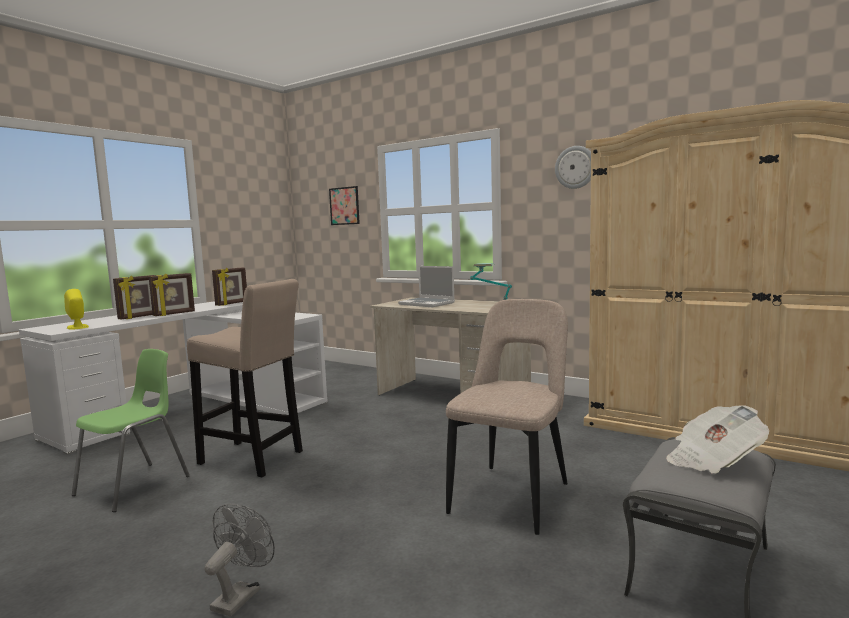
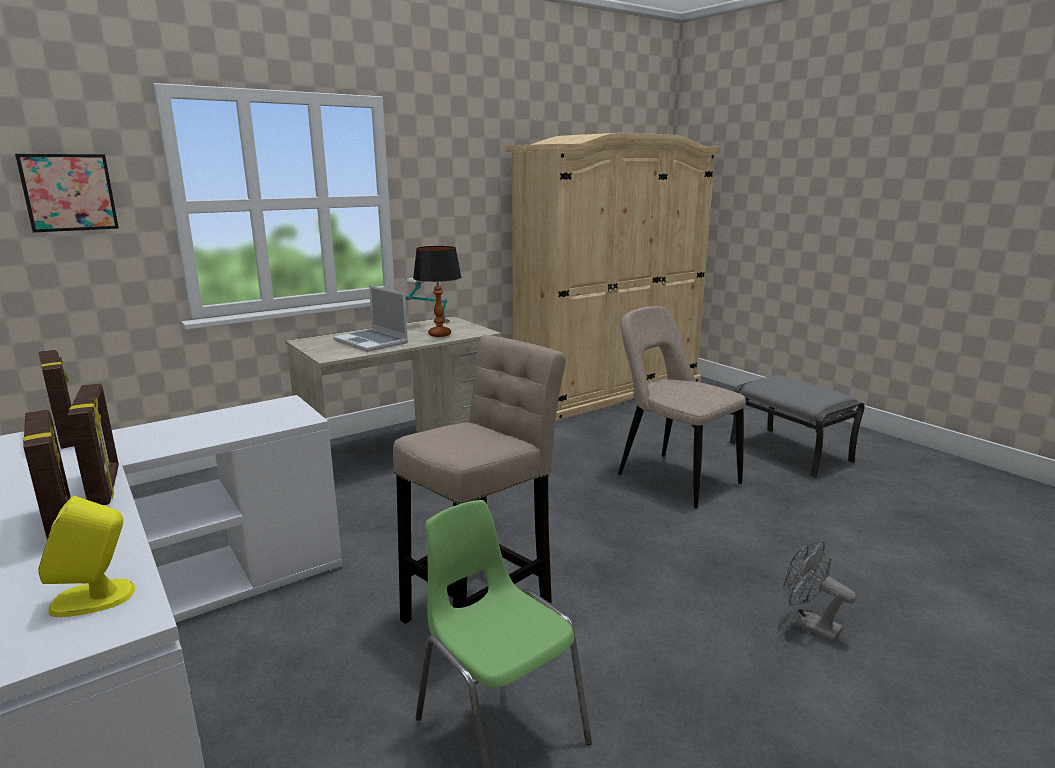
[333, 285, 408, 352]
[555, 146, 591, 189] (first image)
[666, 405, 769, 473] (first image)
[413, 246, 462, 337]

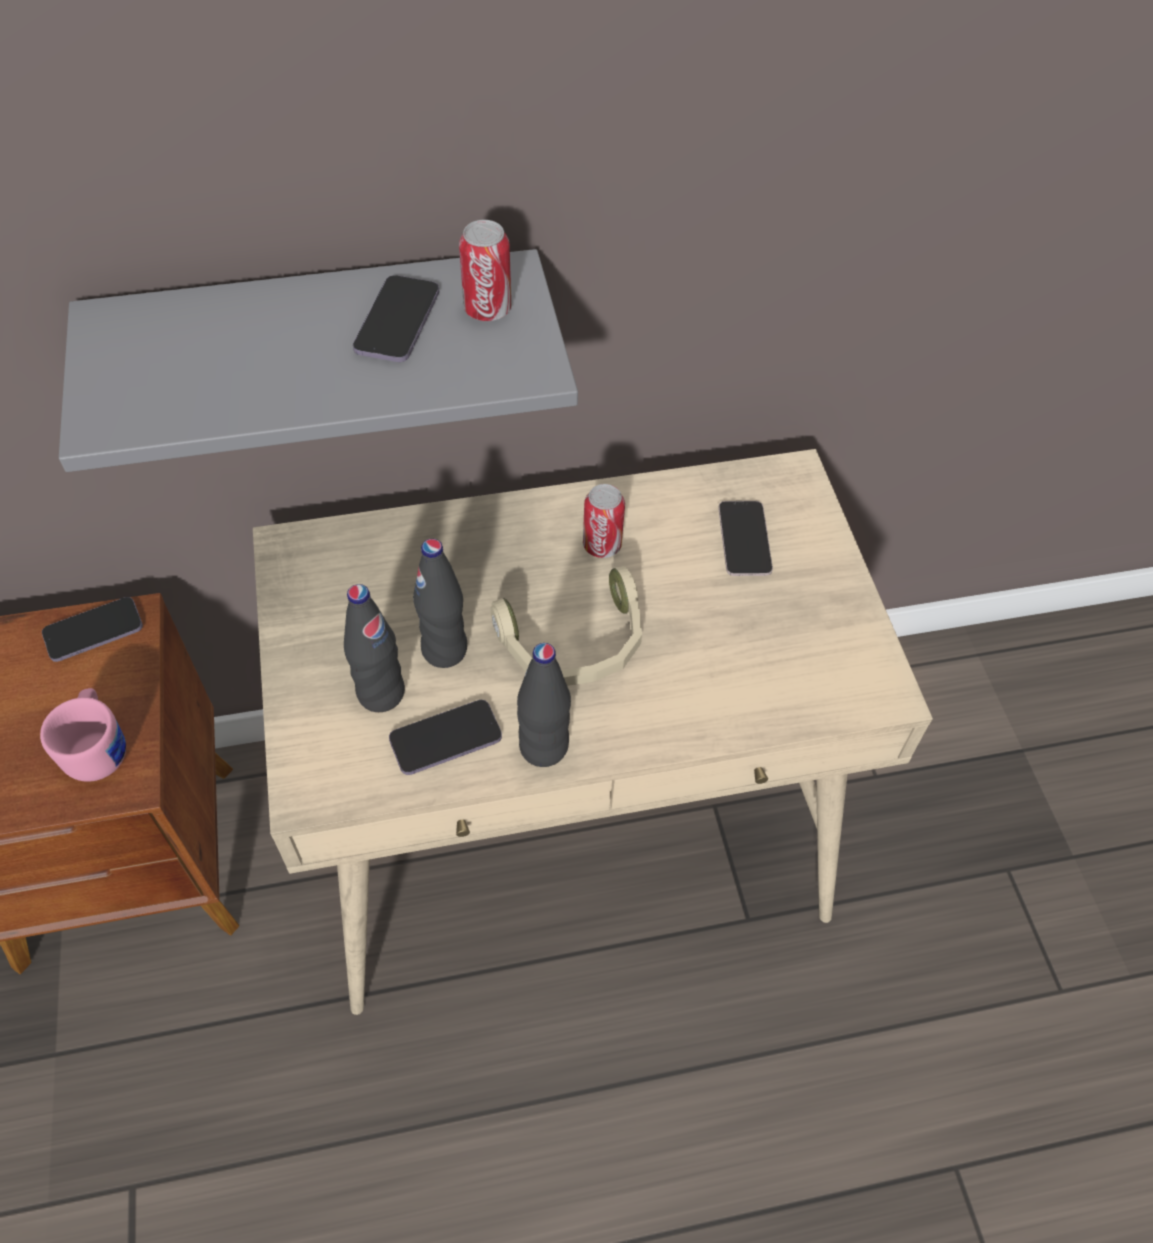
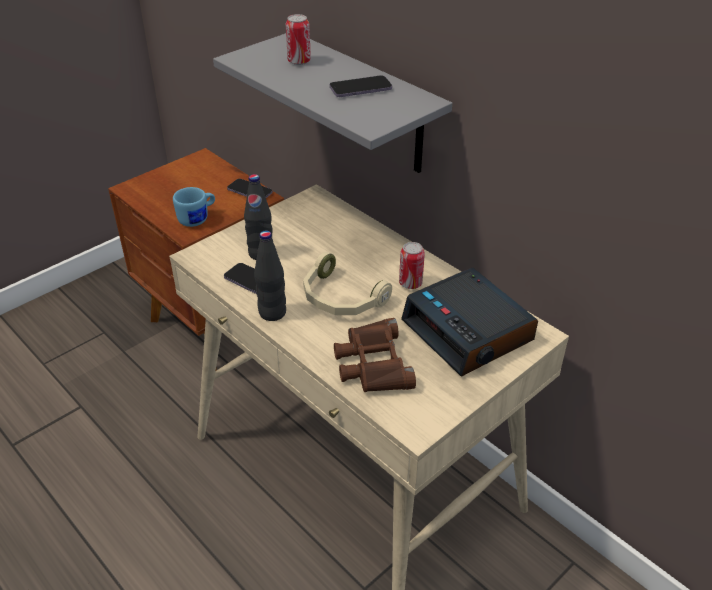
[173, 187, 215, 227]
[413, 539, 467, 668] (first image)
[286, 14, 311, 65]
[401, 268, 538, 377]
[334, 318, 416, 392]

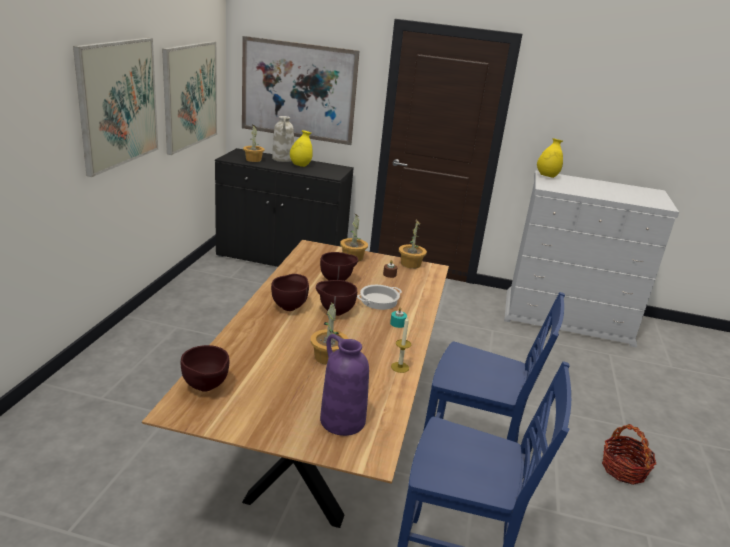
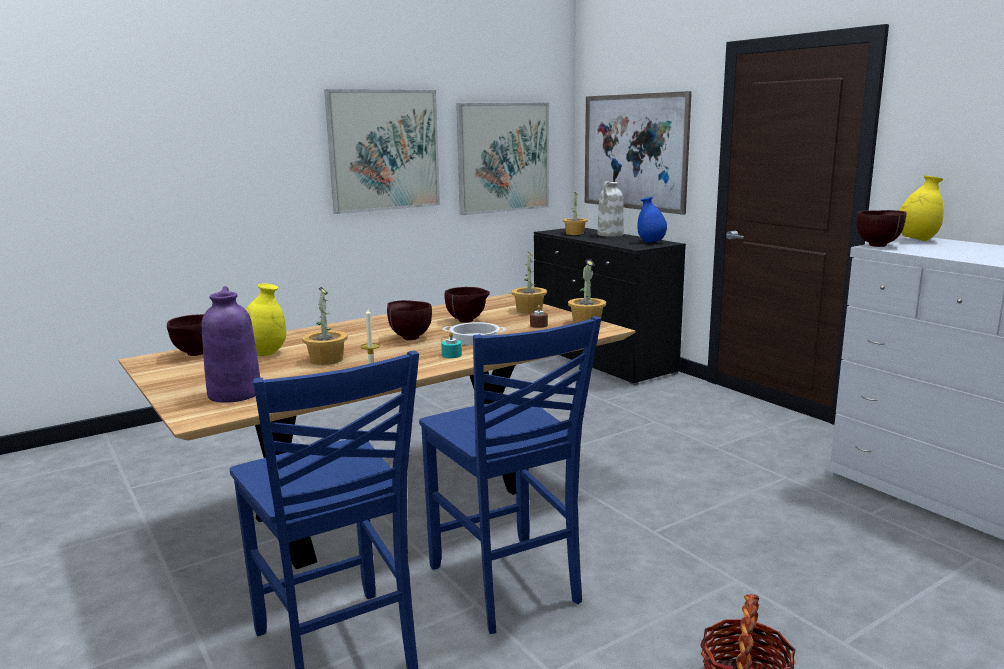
[857, 210, 906, 247]
[246, 283, 286, 356]
[638, 197, 667, 243]

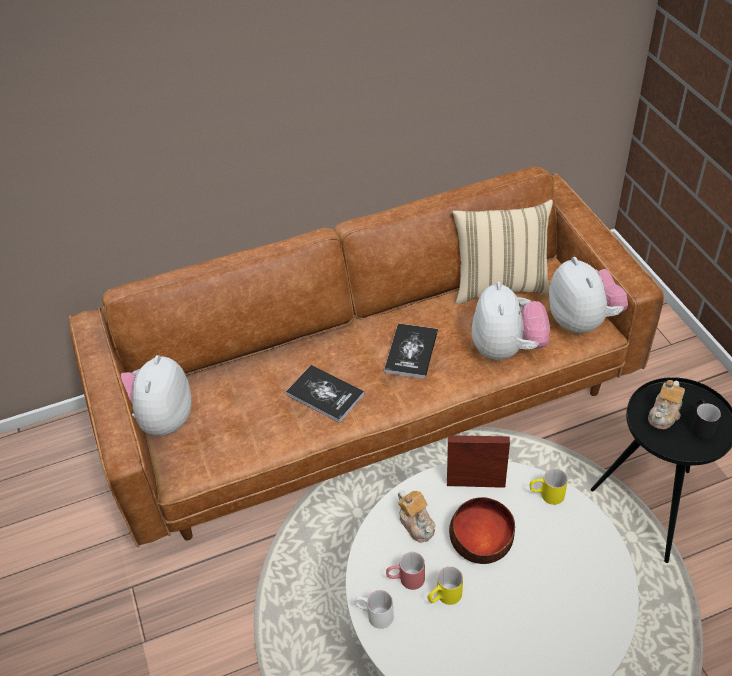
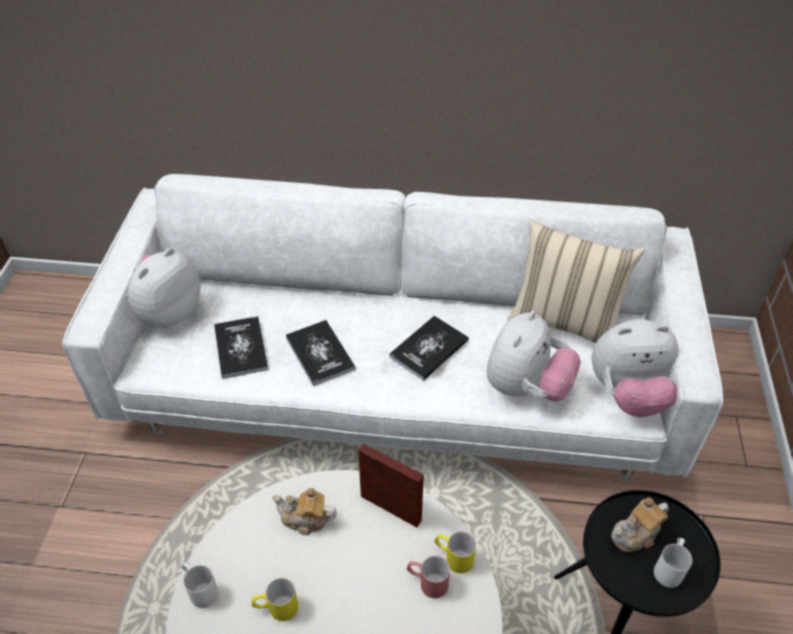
[62, 174, 723, 481]
[407, 556, 450, 598]
[272, 488, 337, 535]
[449, 497, 515, 564] (first image)
[591, 319, 679, 417]
[654, 538, 692, 588]
[214, 316, 268, 379]

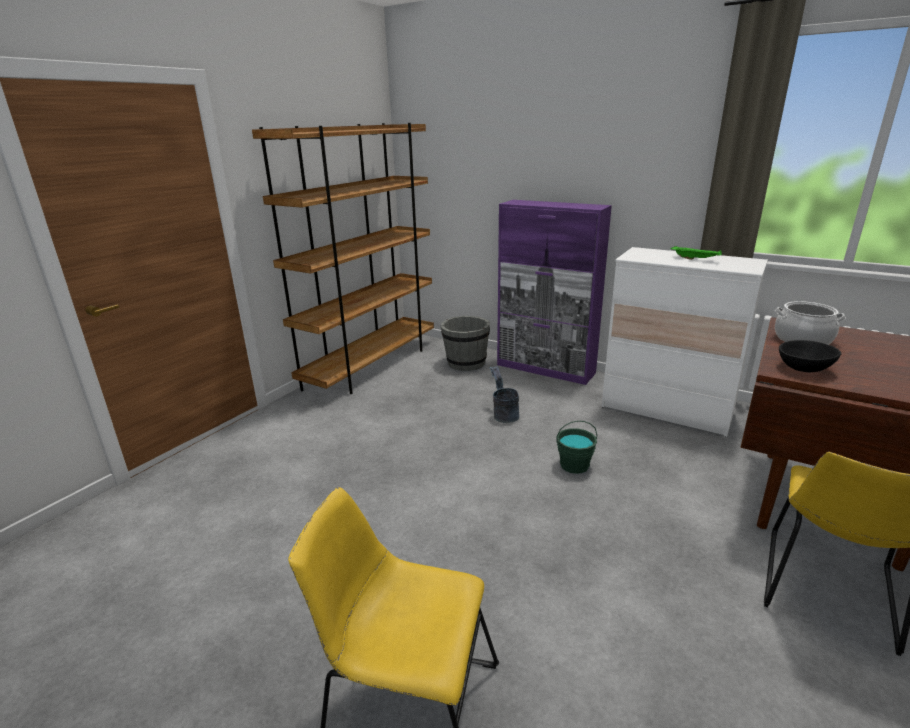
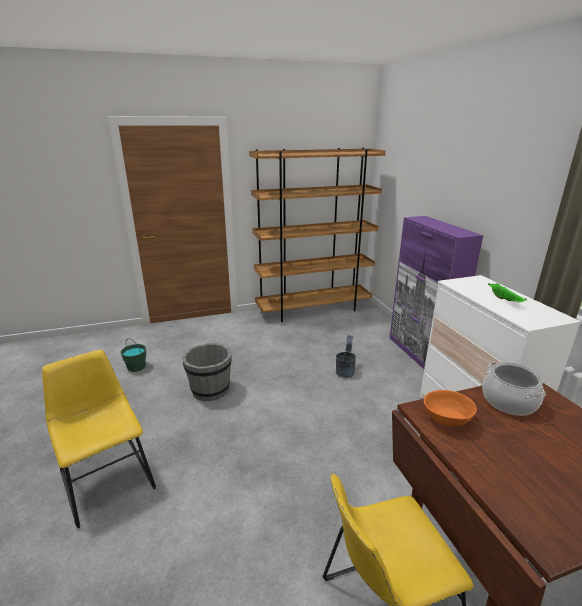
[182, 343, 232, 401]
[120, 338, 146, 372]
[424, 390, 477, 426]

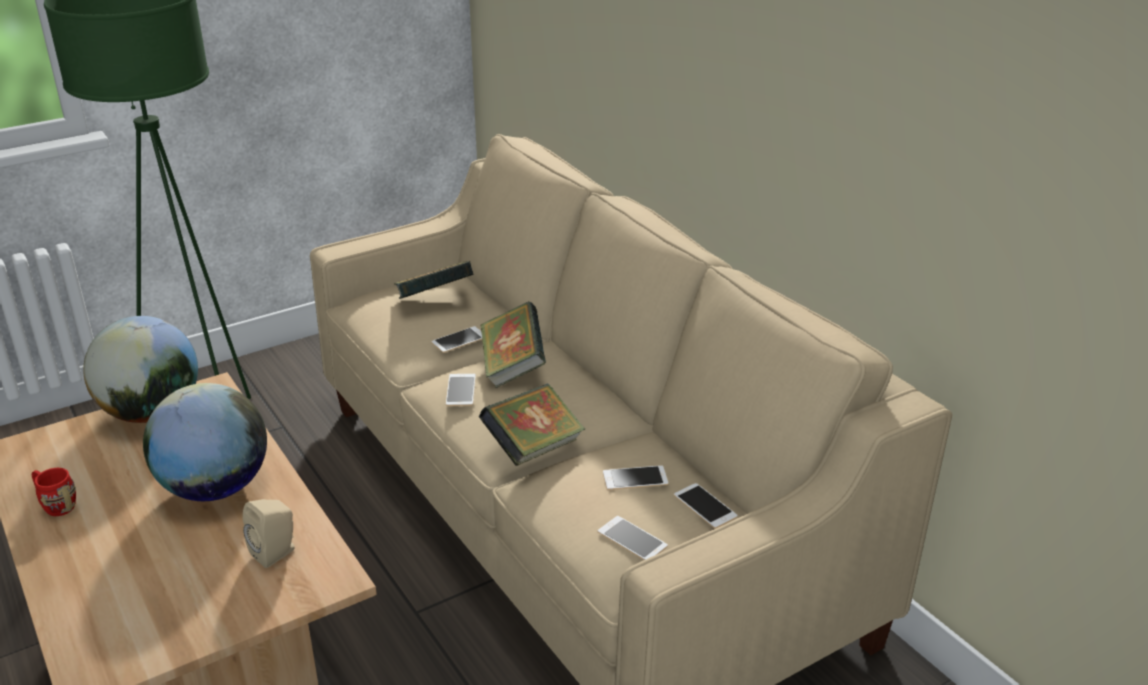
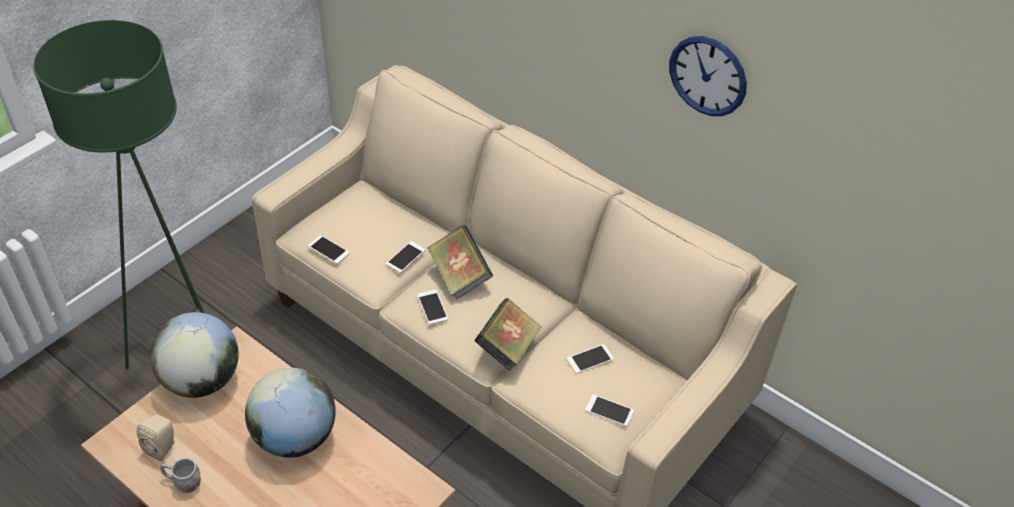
[160, 458, 201, 493]
[136, 415, 175, 461]
[394, 261, 473, 299] (first image)
[308, 235, 350, 264]
[669, 36, 747, 116]

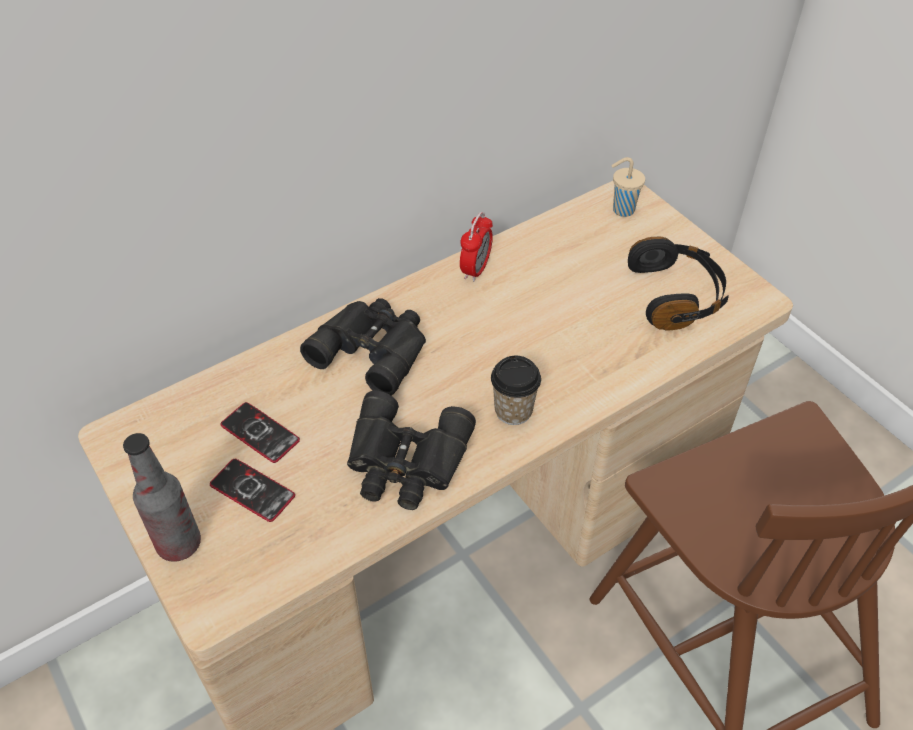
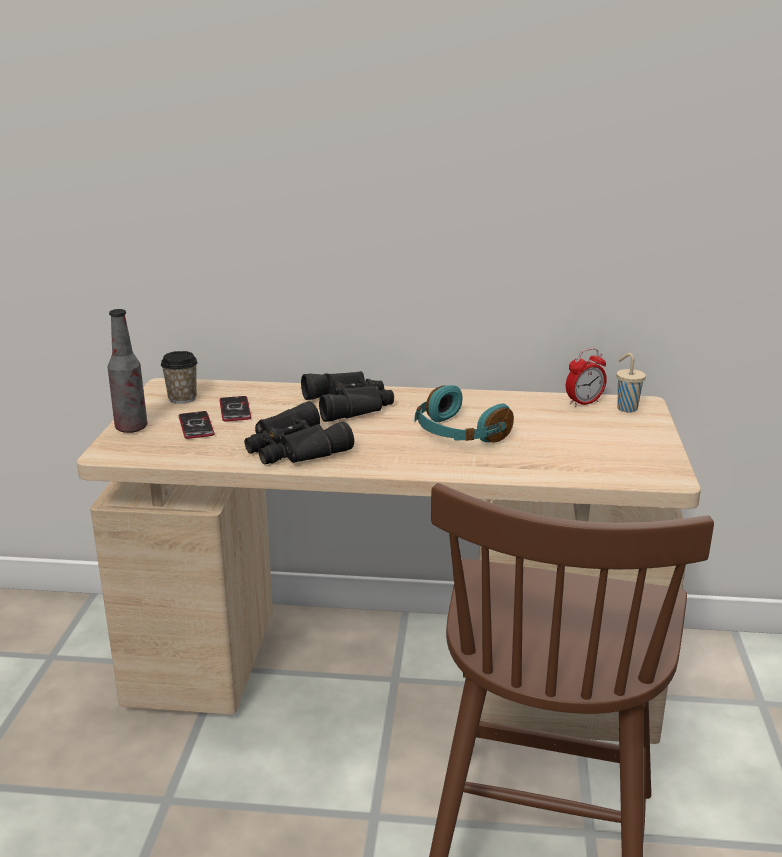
[566, 348, 607, 407]
[161, 351, 198, 404]
[628, 237, 729, 330] (first image)
[414, 385, 514, 443]

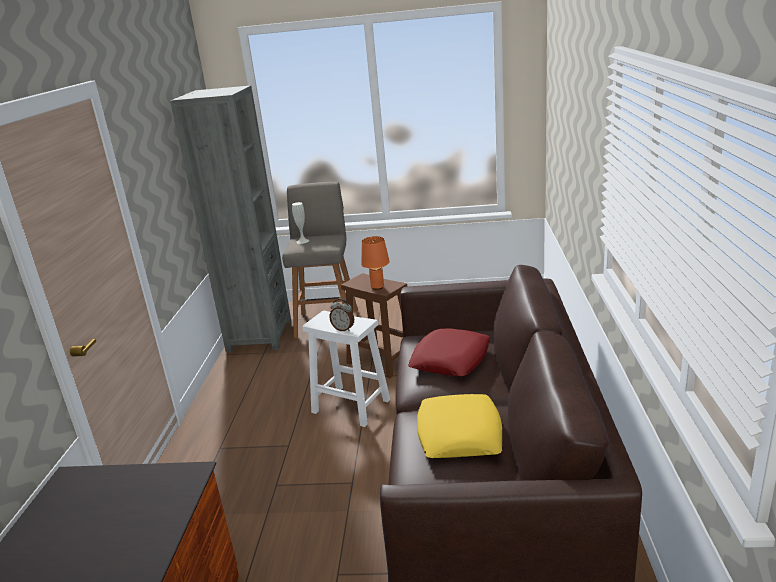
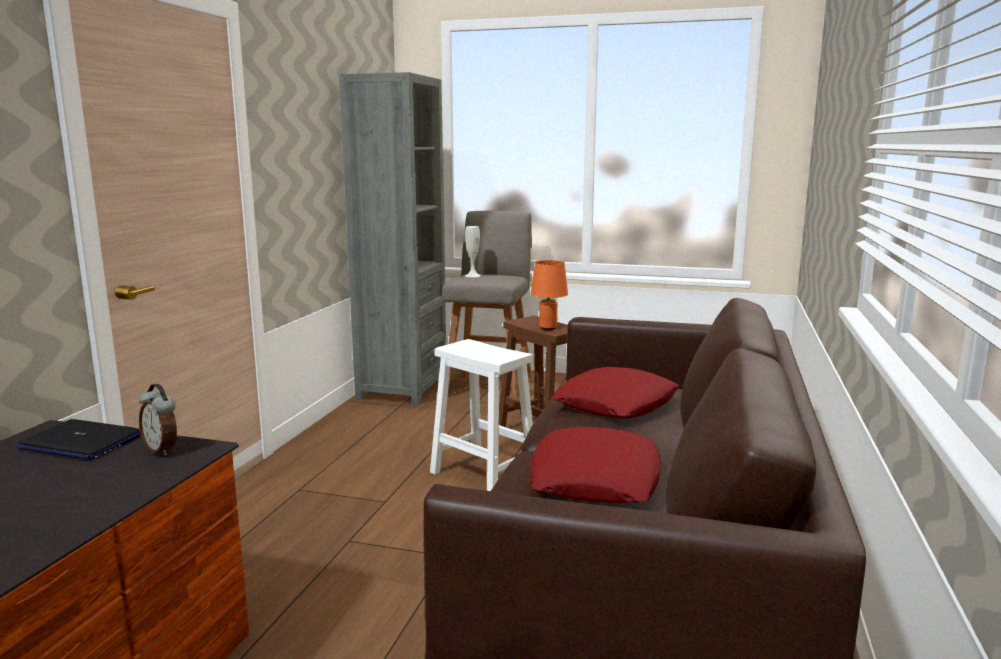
[139, 384, 177, 456]
[530, 427, 661, 503]
[17, 419, 141, 460]

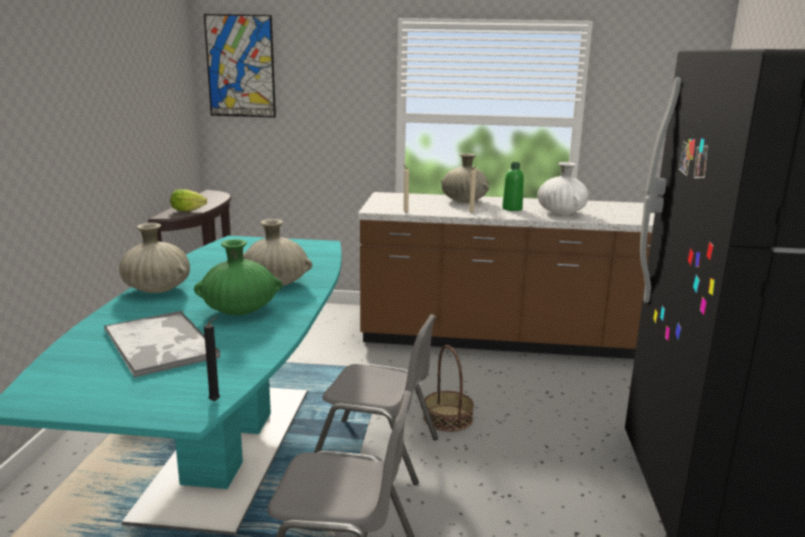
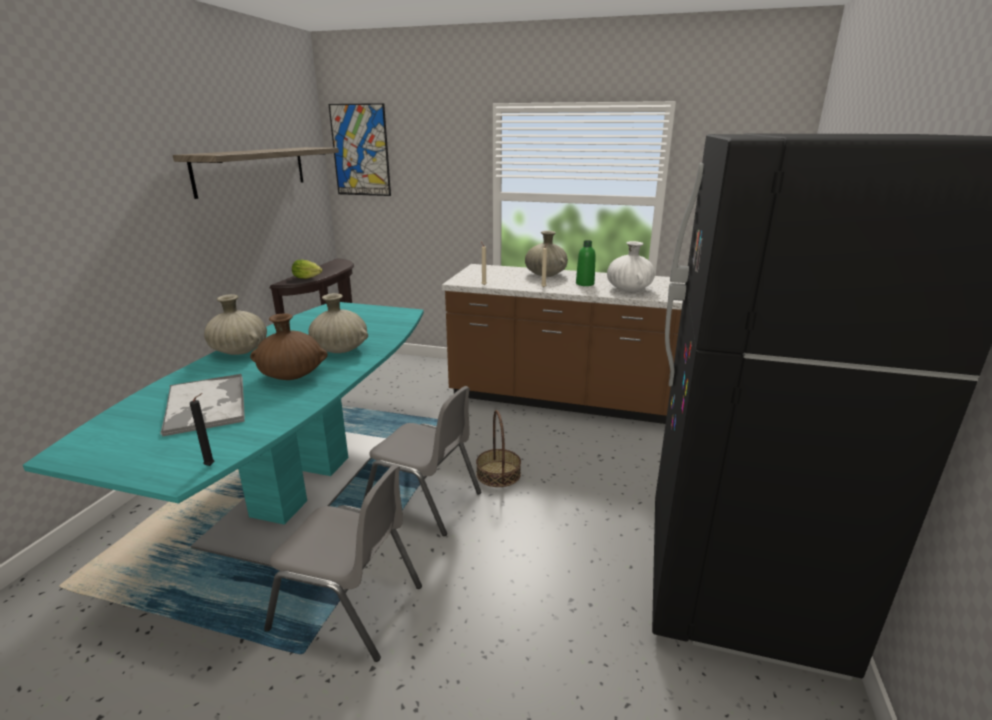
[250, 314, 328, 380]
[173, 147, 339, 199]

